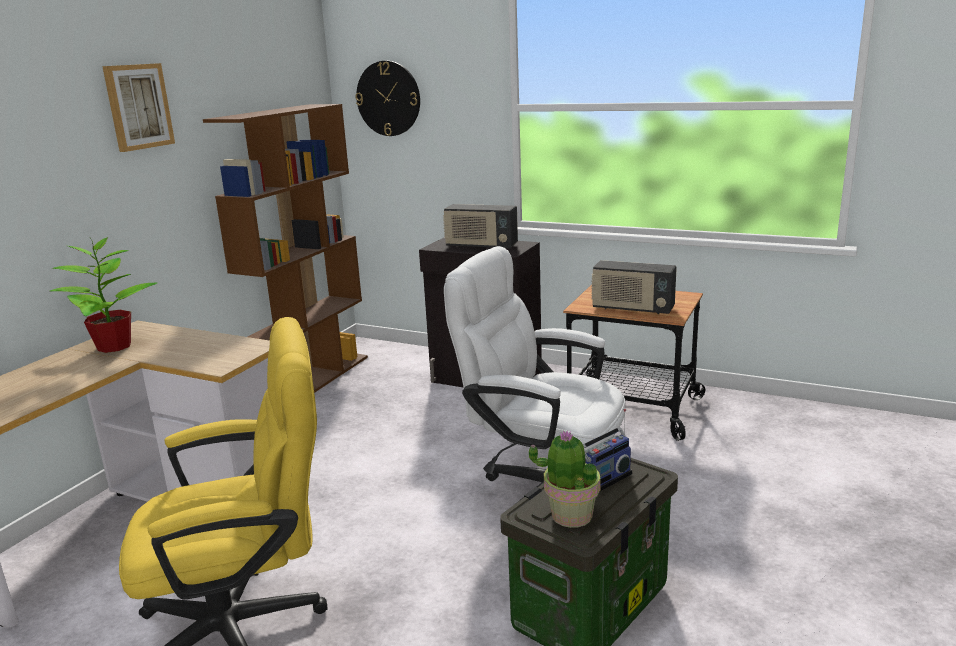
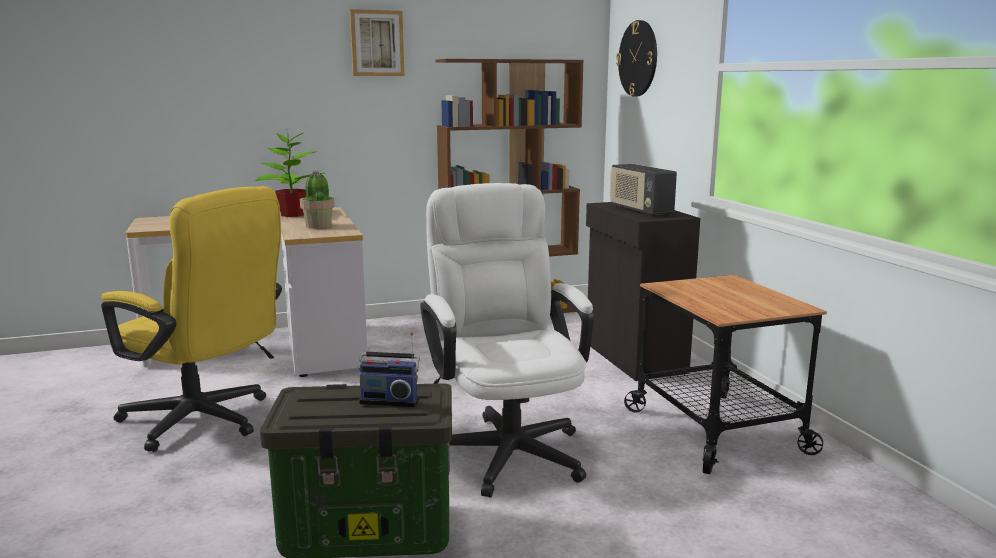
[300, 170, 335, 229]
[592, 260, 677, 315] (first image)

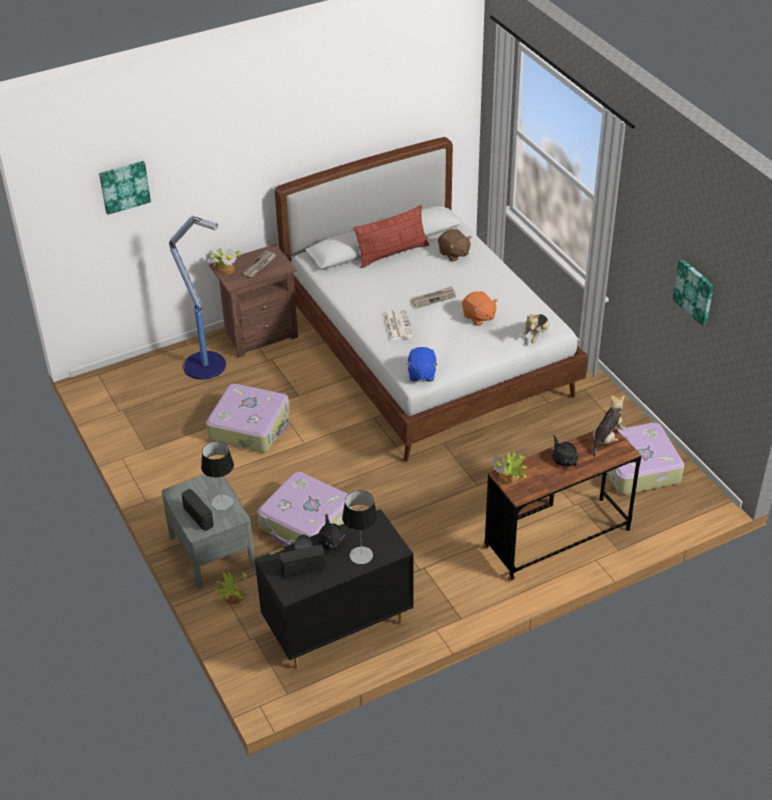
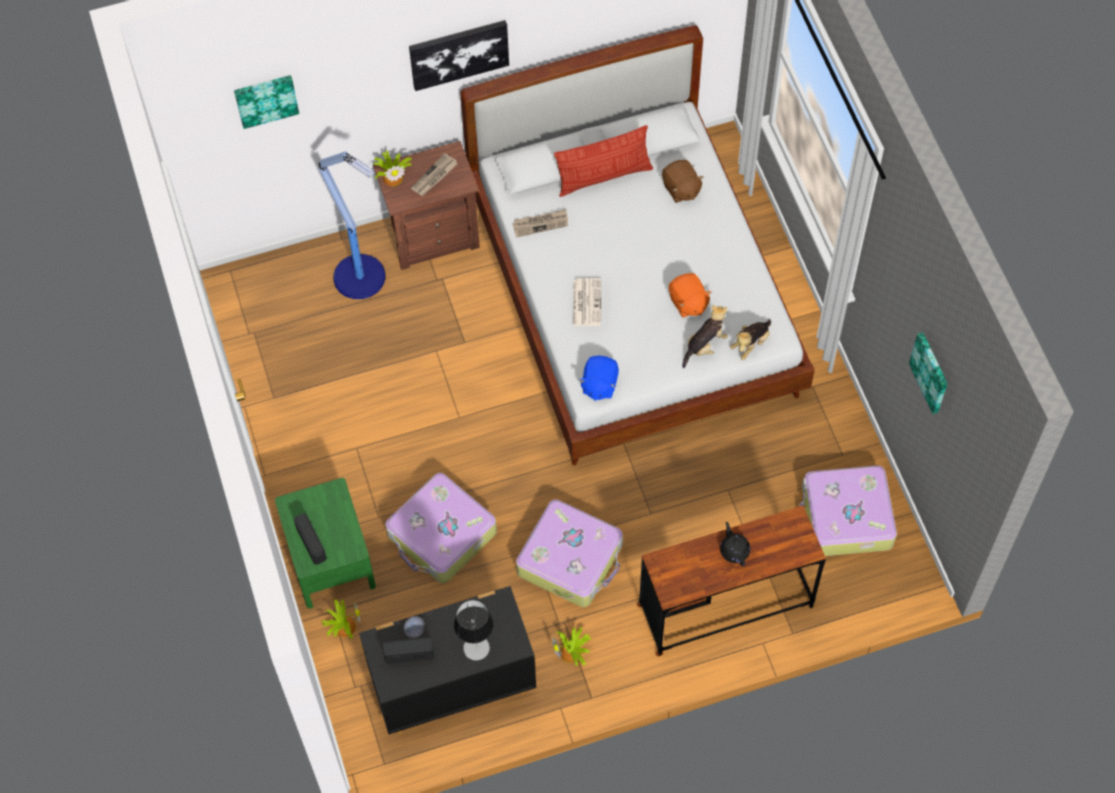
[275, 478, 376, 609]
[201, 441, 234, 510] (first image)
[516, 499, 623, 607]
[318, 514, 345, 550] (first image)
[512, 209, 568, 238]
[552, 627, 591, 666]
[682, 305, 728, 368]
[409, 20, 509, 91]

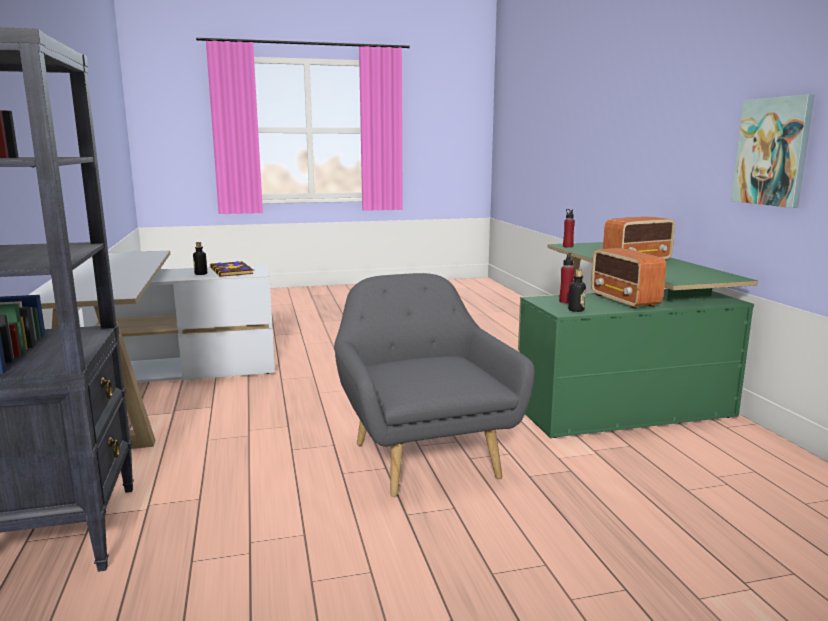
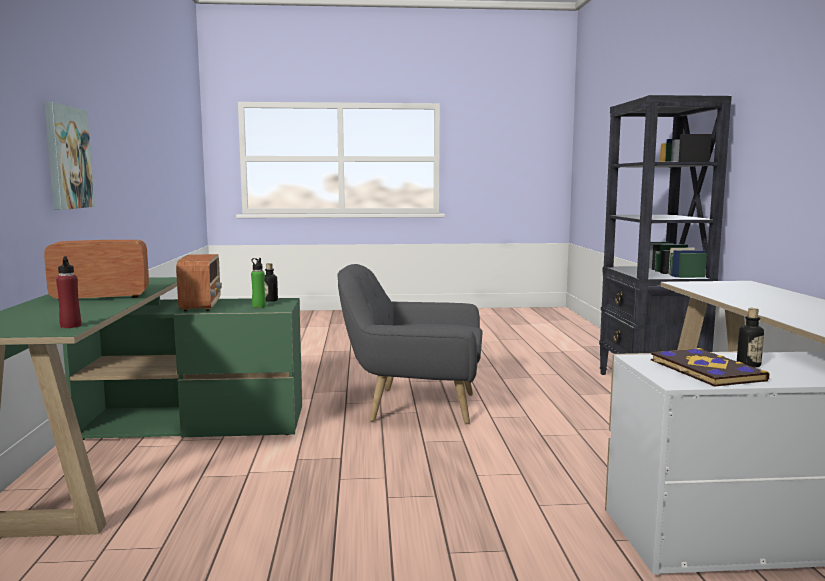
[337, 264, 482, 424]
[251, 258, 266, 308]

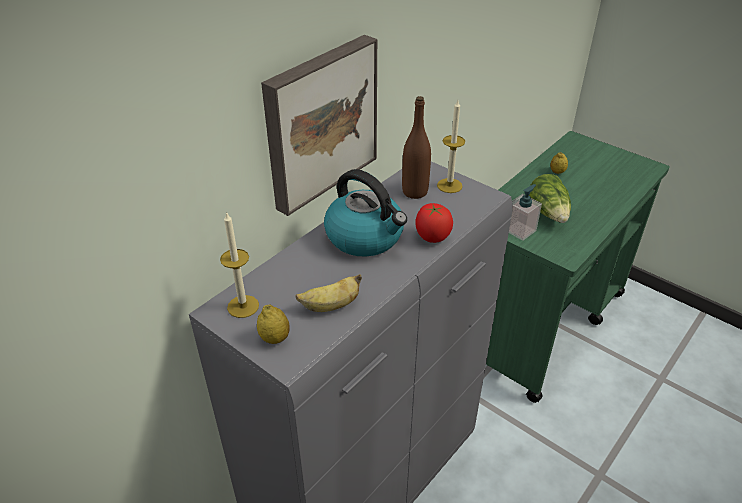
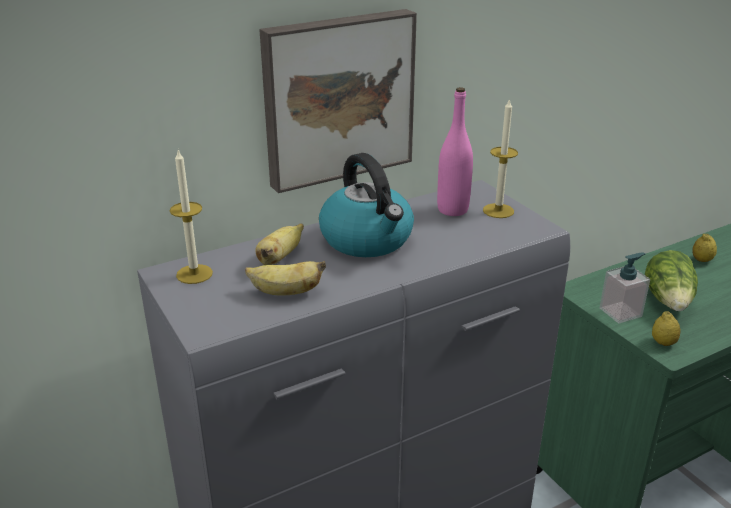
[652, 311, 680, 346]
[437, 87, 473, 216]
[415, 203, 453, 243] (first image)
[255, 224, 304, 265]

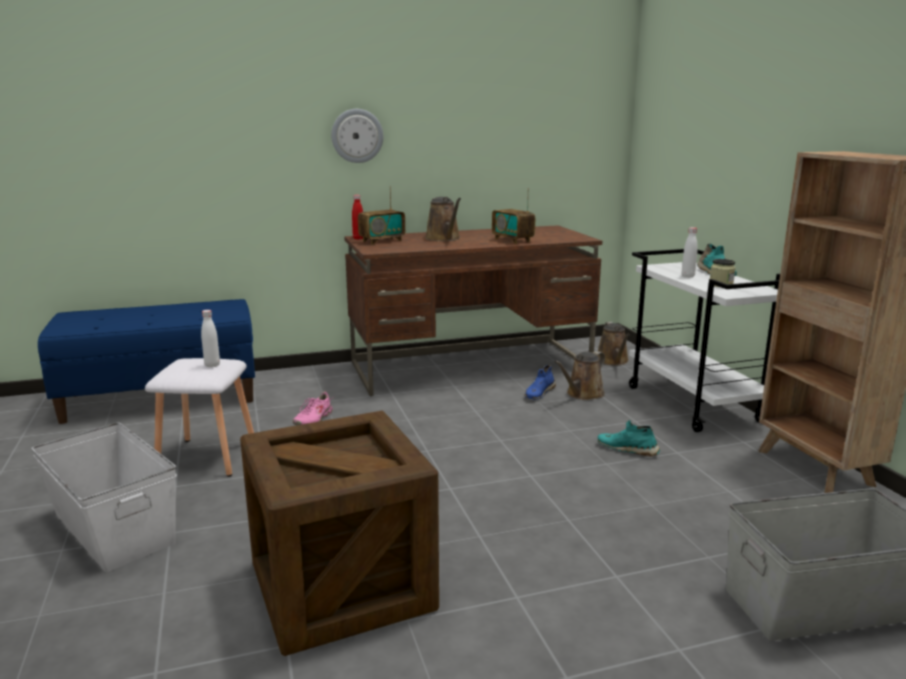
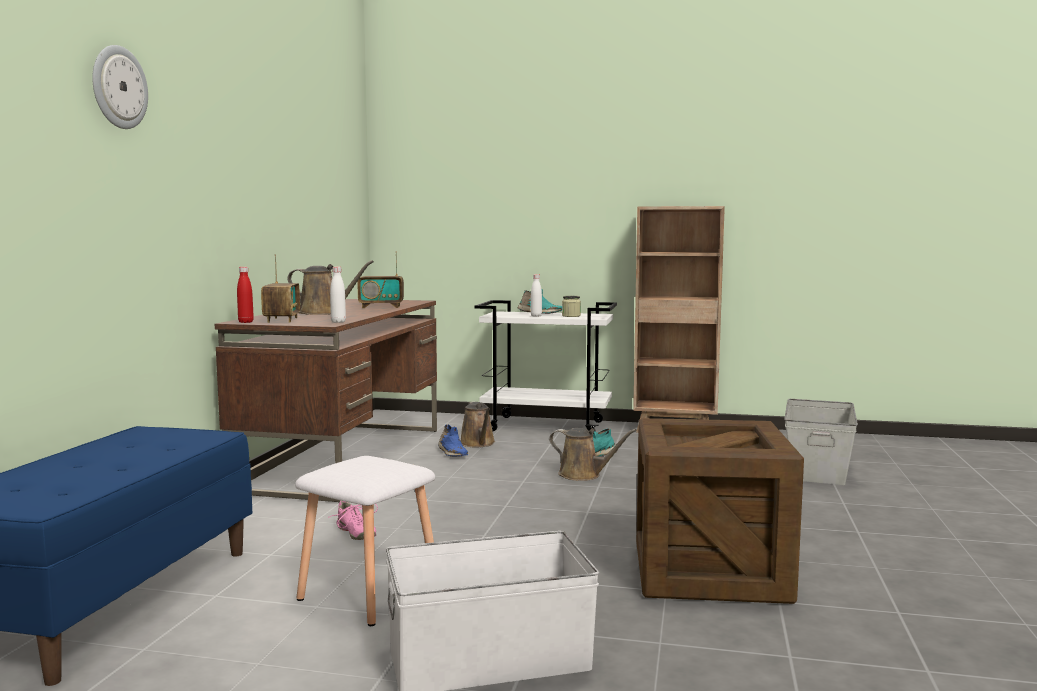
[330, 267, 346, 323]
[92, 45, 148, 129]
[549, 428, 637, 481]

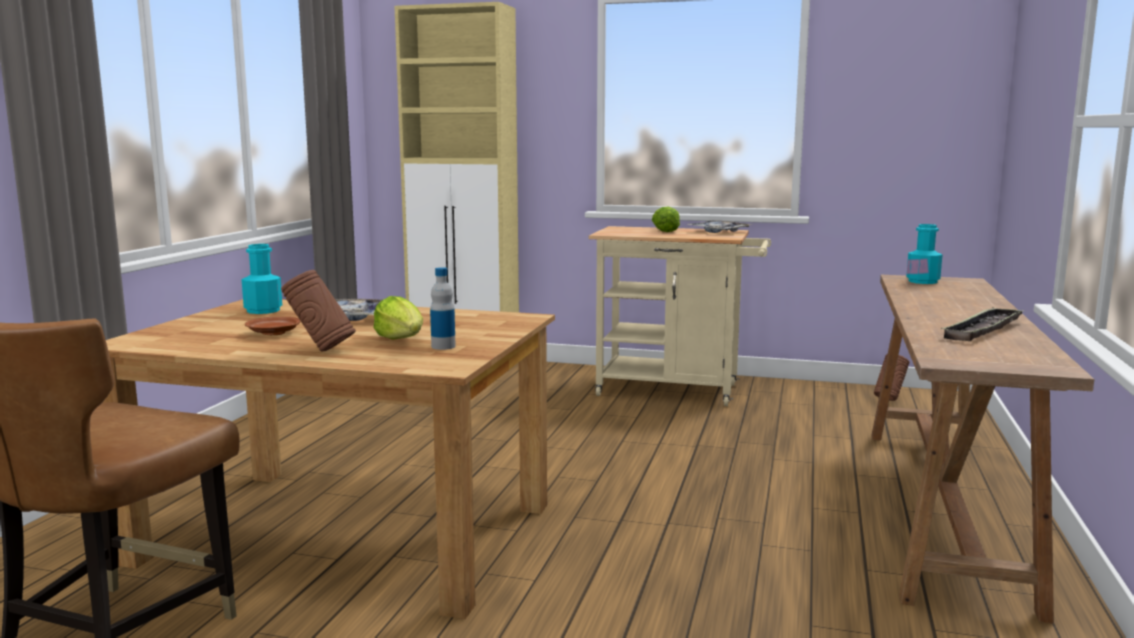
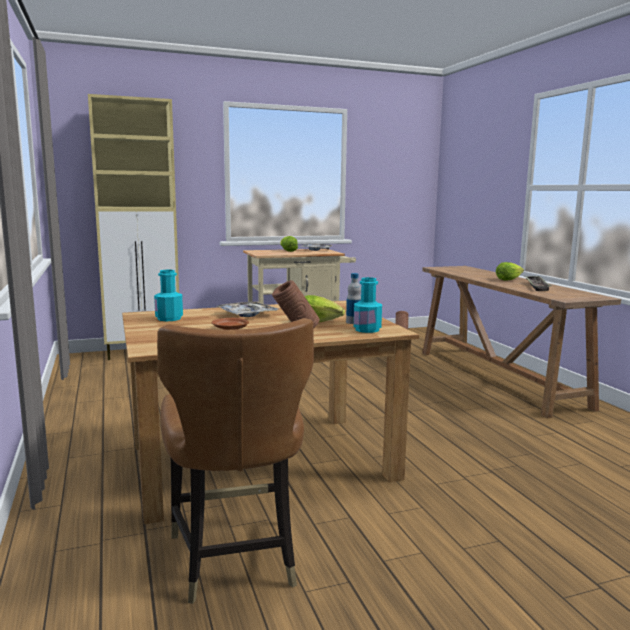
[354, 277, 382, 333]
[496, 262, 524, 281]

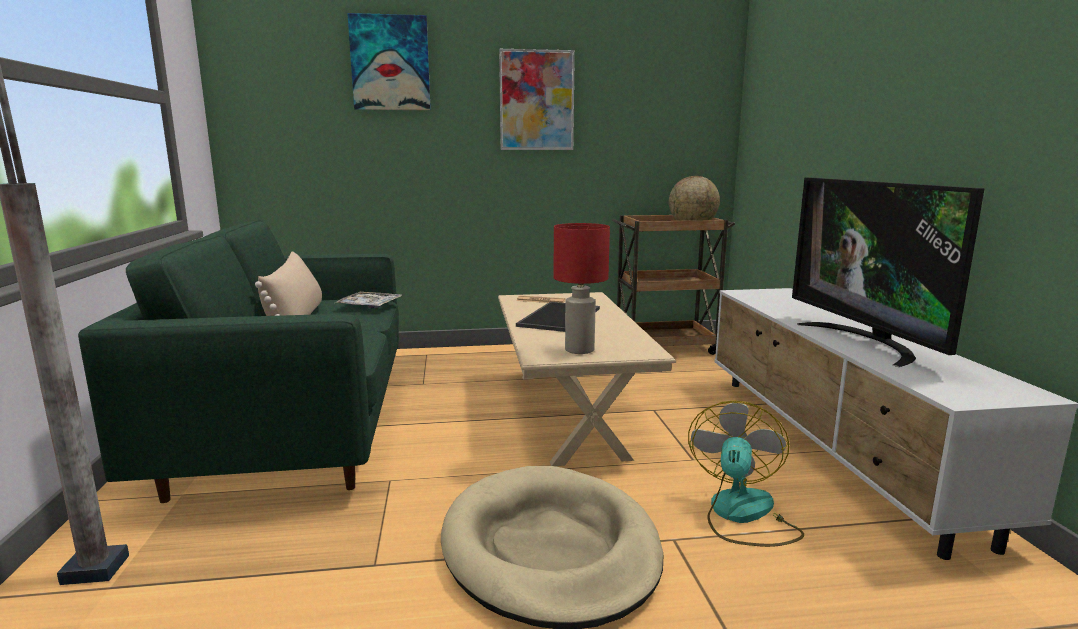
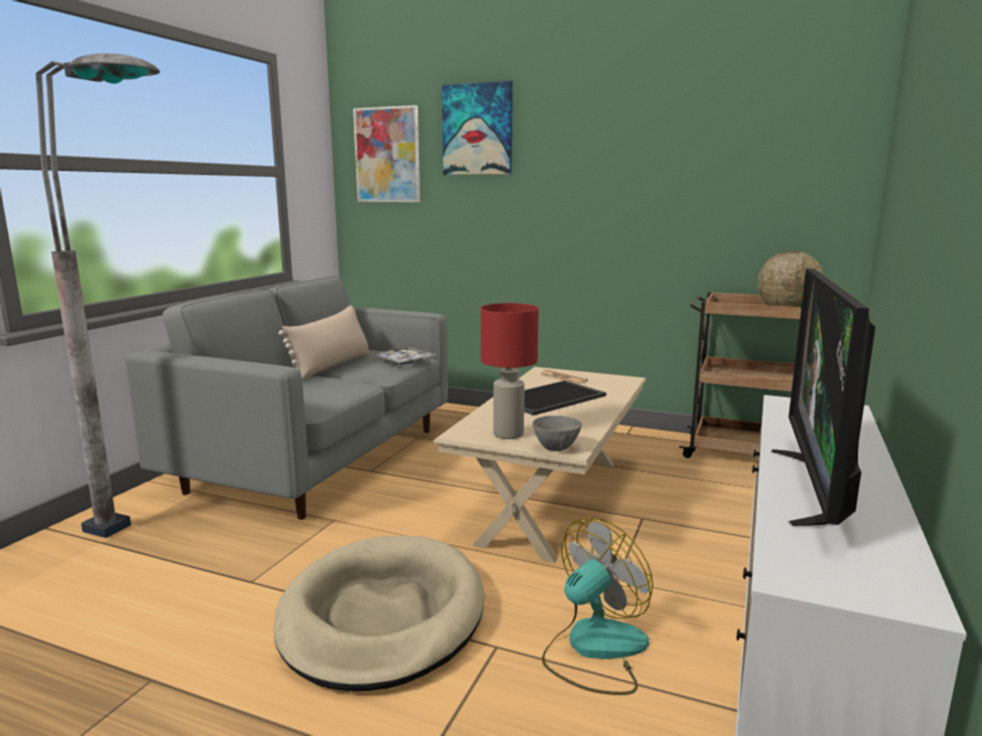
[125, 276, 448, 520]
[353, 105, 420, 202]
[532, 416, 582, 451]

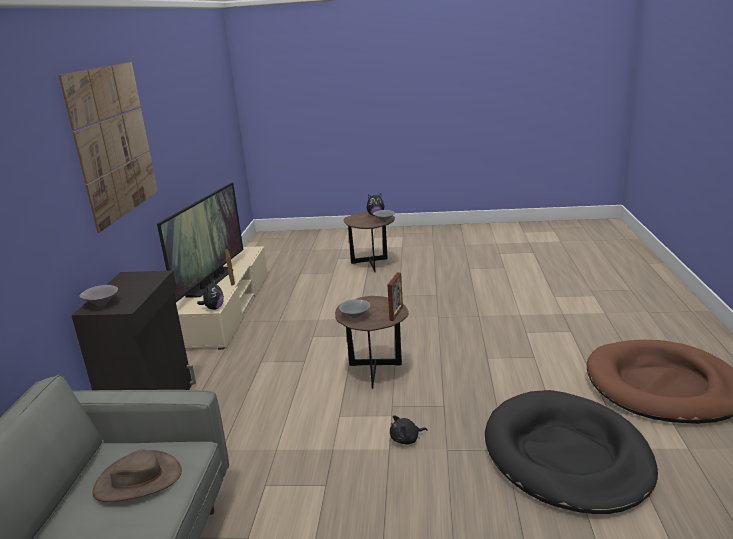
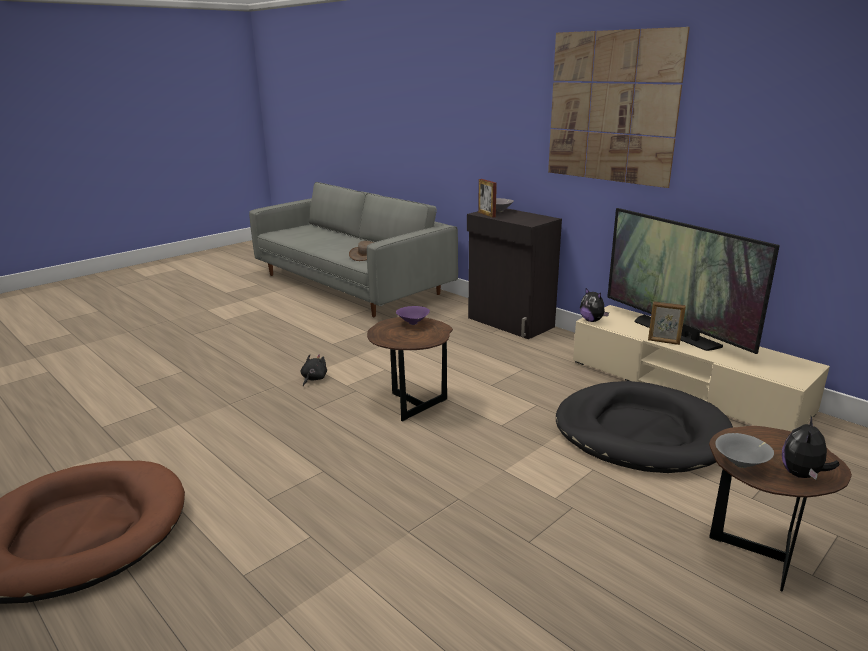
[396, 306, 430, 325]
[478, 179, 497, 218]
[556, 381, 733, 473]

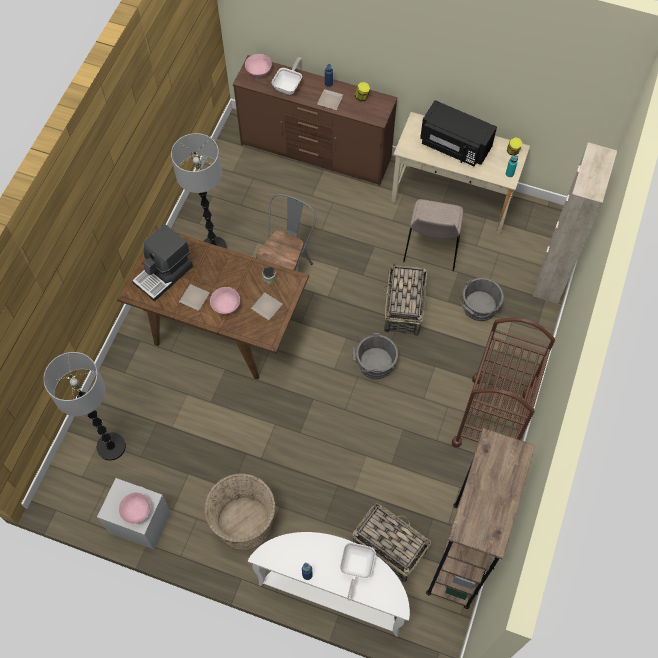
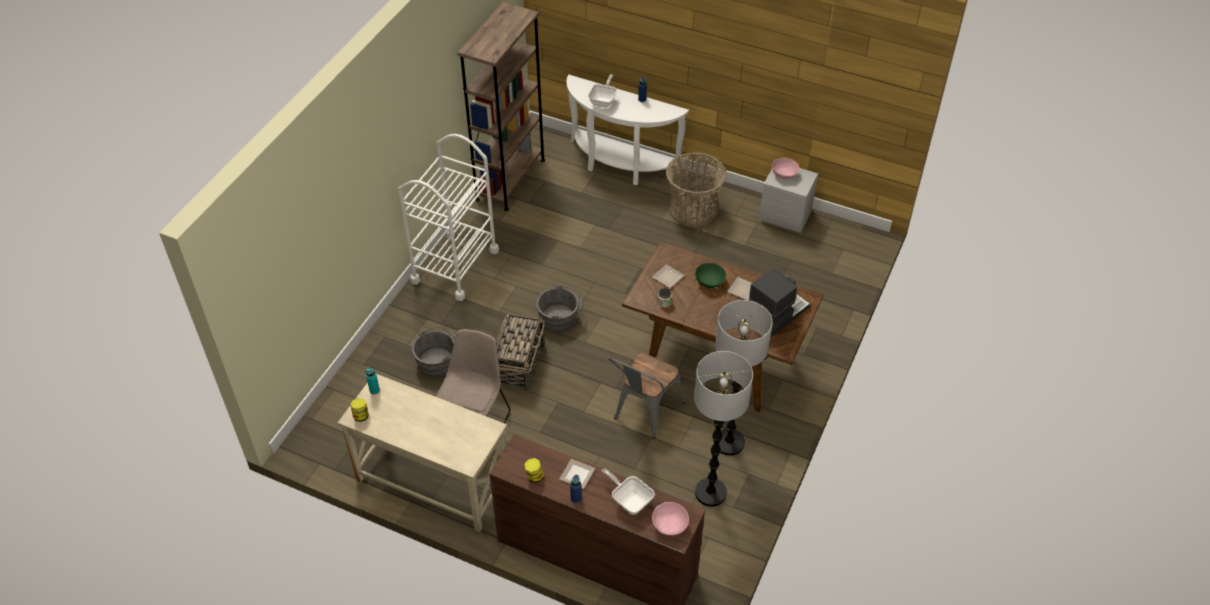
[694, 351, 753, 507]
[695, 263, 726, 288]
[602, 468, 655, 515]
[353, 503, 431, 582] (first image)
[420, 100, 497, 166] (first image)
[398, 134, 499, 301]
[533, 142, 617, 304] (first image)

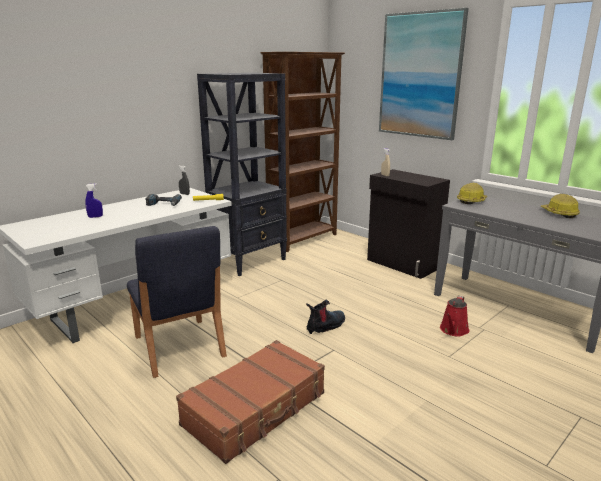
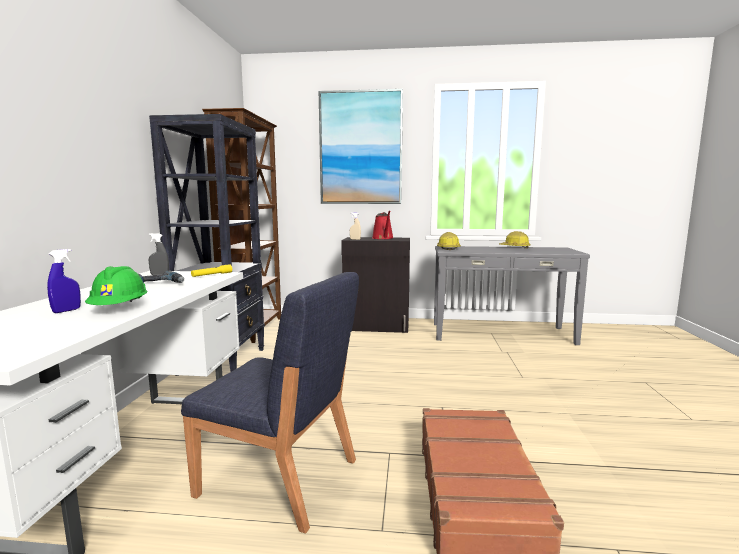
[306, 300, 345, 334] (first image)
[372, 211, 394, 239]
[85, 266, 147, 305]

